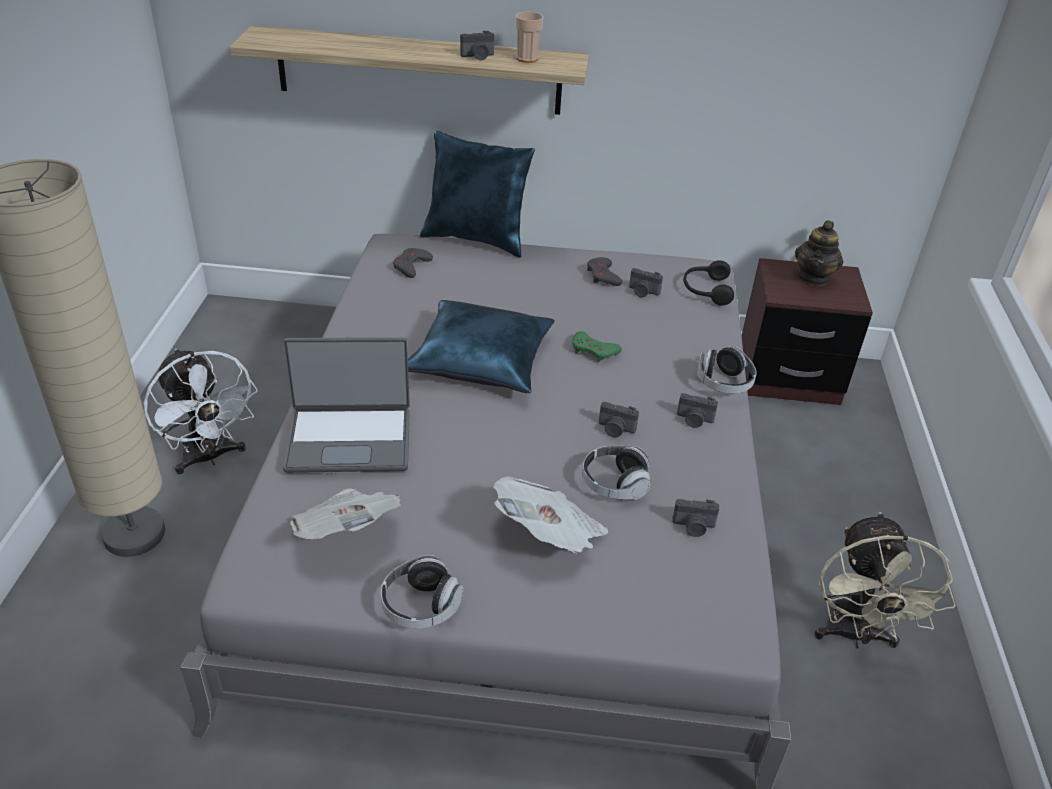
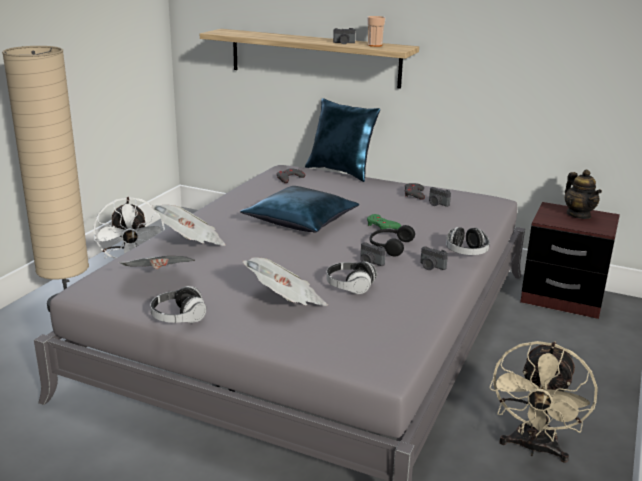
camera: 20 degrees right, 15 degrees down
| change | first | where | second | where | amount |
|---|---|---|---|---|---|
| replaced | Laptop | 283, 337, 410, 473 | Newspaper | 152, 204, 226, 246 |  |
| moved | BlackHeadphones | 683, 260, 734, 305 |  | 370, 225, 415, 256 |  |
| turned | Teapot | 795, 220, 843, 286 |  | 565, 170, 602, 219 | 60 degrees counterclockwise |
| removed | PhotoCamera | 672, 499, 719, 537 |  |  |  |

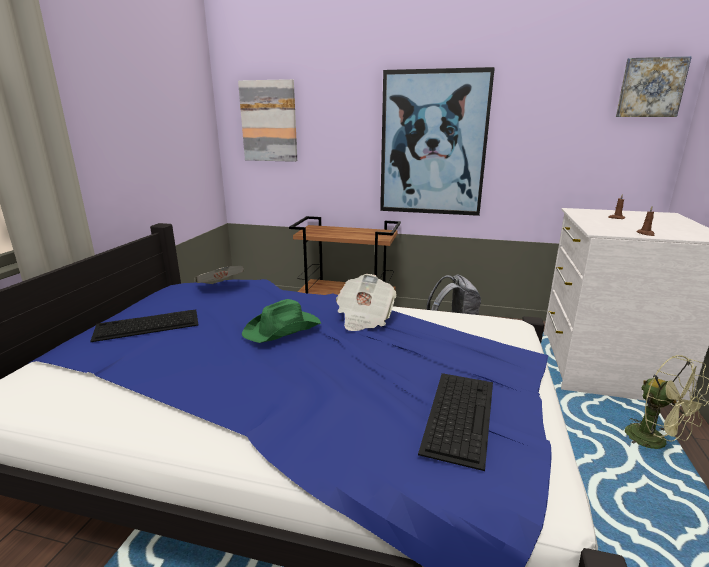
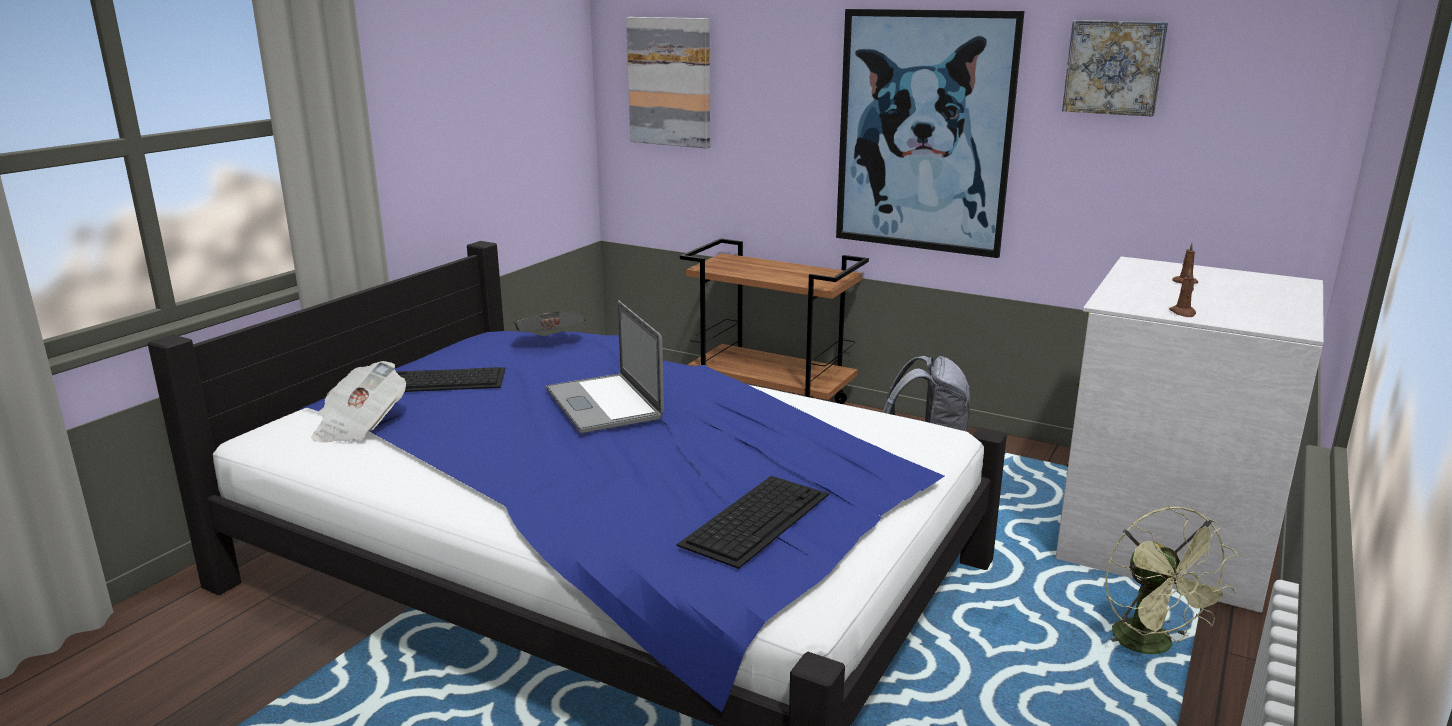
camera: 15 degrees right, 0 degrees up
| change | first | where | second | where | amount |
|---|---|---|---|---|---|
| moved | Newspaper | 336, 274, 397, 331 |  | 311, 361, 406, 443 |  |
| replaced | GreenHat | 242, 299, 321, 343 | Laptop | 546, 300, 664, 433 |  |
| moved | Picture | 616, 56, 692, 117 |  | 1062, 20, 1168, 117 |  |

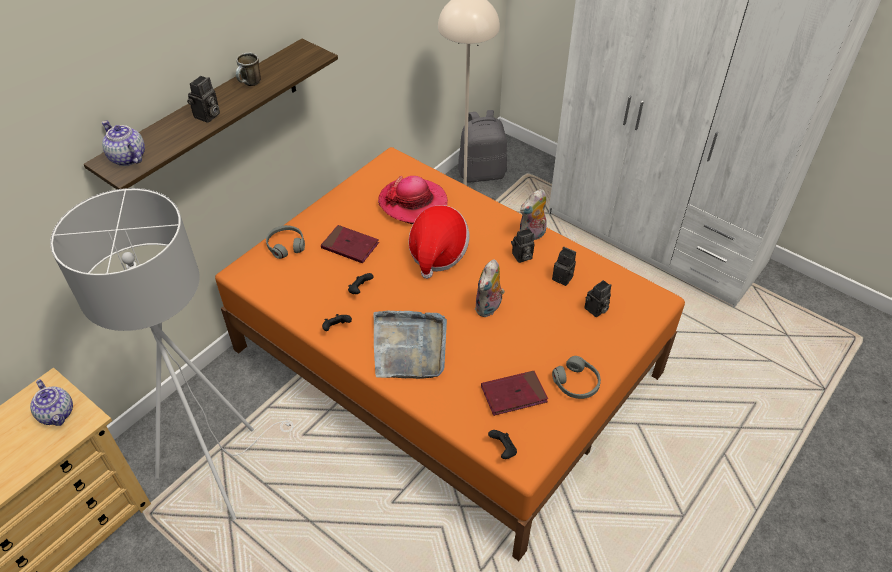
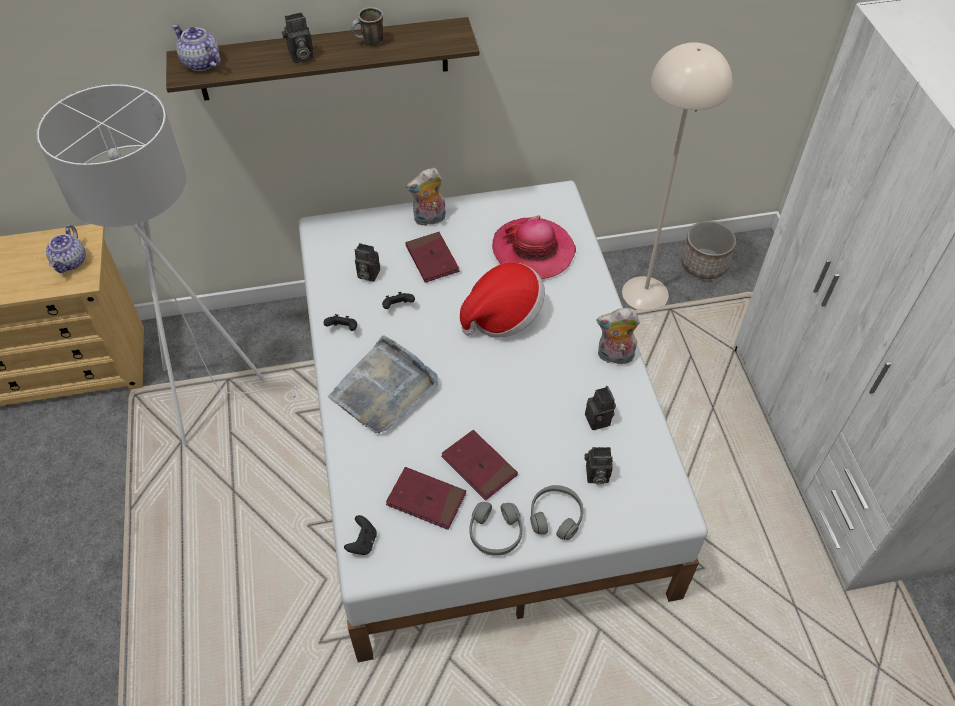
camera: 40 degrees right, 5 degrees up
| change | first | where | second | where | amount |
|---|---|---|---|---|---|
| turned | Teapot | 102, 121, 145, 166 |  | 172, 24, 221, 71 | 45 degrees counterclockwise |
| recoloured | OrangeBed | 215, 147, 685, 561 | WhiteBed | 298, 181, 708, 662 |  |
| moved | PhotoCamera | 511, 228, 534, 263 |  | 355, 243, 380, 282 |  |
| moved | PlushToy | 475, 260, 505, 317 |  | 406, 168, 446, 226 |  |
| added |  |  | RedBook | 441, 430, 518, 501 |  |
| moved | GreyHeadphones | 266, 225, 305, 259 |  | 530, 485, 583, 540 |  |
| replaced | GreyBackpack | 458, 110, 507, 183 | Planter | 681, 221, 736, 279 |  |

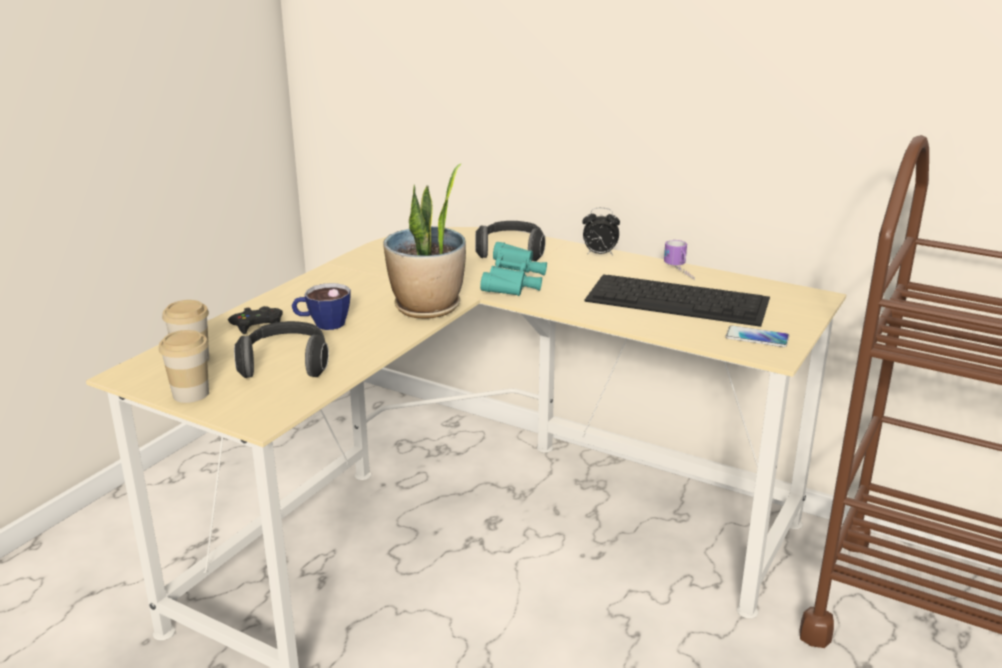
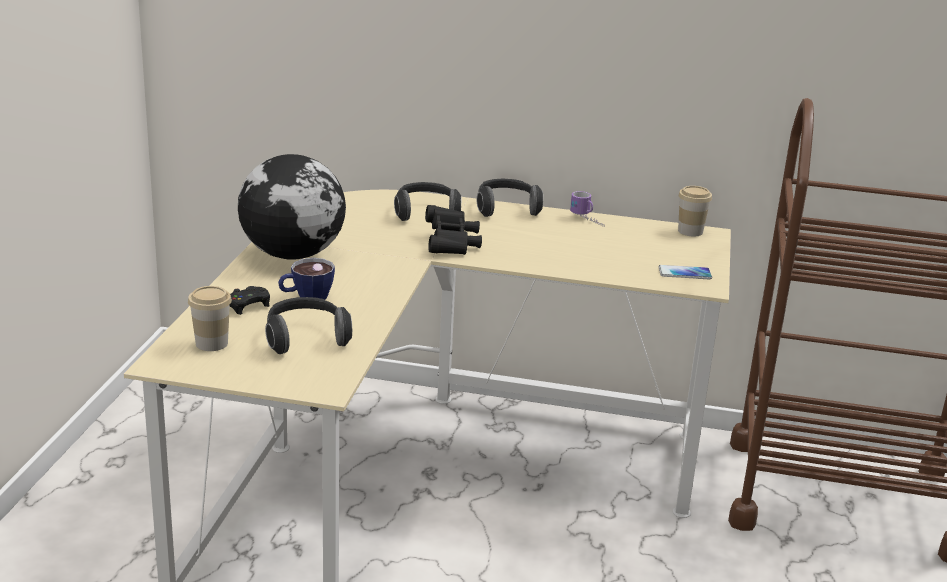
camera: 20 degrees left, 0 degrees up
| change | first | where | second | where | amount |
|---|---|---|---|---|---|
| added |  |  | Globe | 238, 154, 346, 260 |  |
| recoloured | TurquoiseBinoculars | 480, 242, 547, 296 | BlackBinoculars | 425, 205, 482, 255 |  |
| replaced | AlarmClock | 582, 208, 620, 255 | Headphones | 477, 179, 543, 217 |  |
| moved | Cup | 159, 330, 209, 403 |  | 678, 186, 712, 237 |  |
| removed | PottedPlant | 383, 163, 466, 319 |  |  |  |
| removed | Keyboard | 584, 275, 770, 327 |  |  |  |

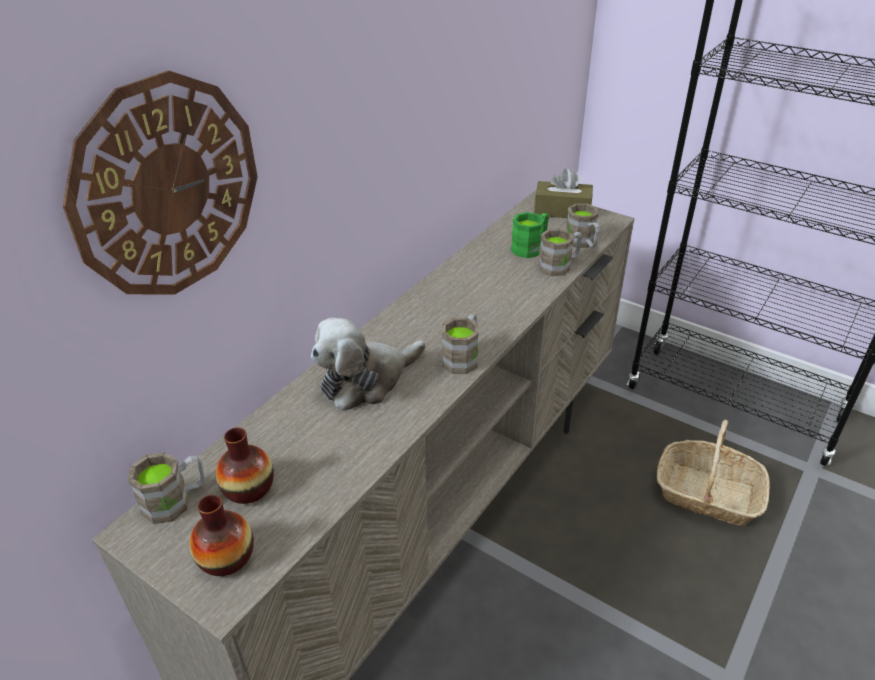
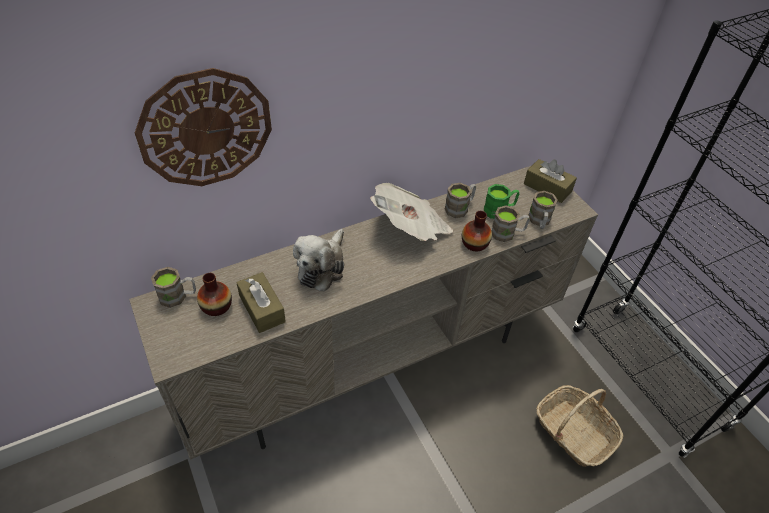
camera: 25 degrees right, 10 degrees up
| change | first | where | second | where | amount |
|---|---|---|---|---|---|
| added |  |  | BrownTissueBox | 236, 272, 286, 333 |  |
| turned | PlushToy | 311, 318, 426, 411 |  | 293, 229, 344, 292 | 60 degrees counterclockwise |
| added |  |  | Newspaper | 370, 183, 453, 241 |  |
| moved | BrownMug | 442, 314, 479, 374 |  | 445, 183, 476, 218 |  |
| moved | Vase | 189, 495, 254, 576 |  | 462, 211, 492, 251 |  |

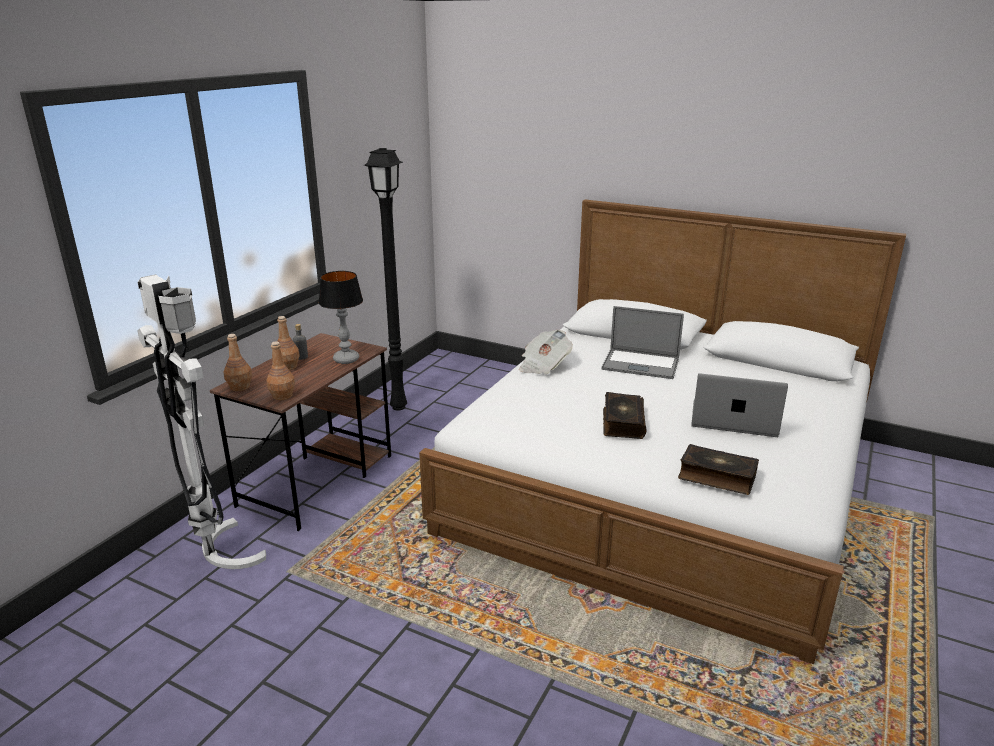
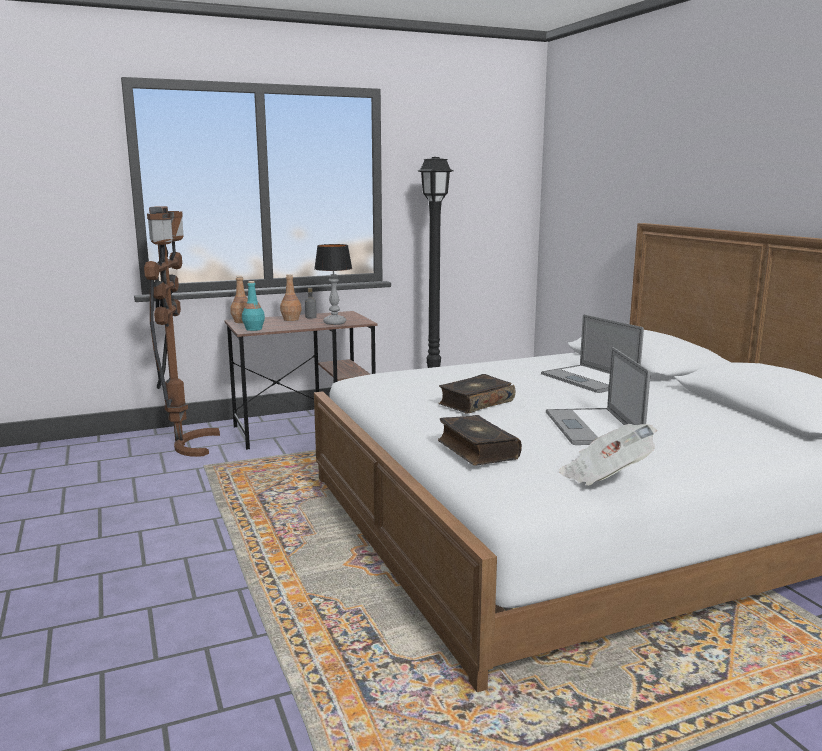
camera: 40 degrees right, 10 degrees down
| change | first | where | second | where | amount |
|---|---|---|---|---|---|
| recoloured | WhiteFloorLamp | 137, 274, 266, 569 | BrownFloorLamp | 144, 206, 220, 457 |  |
| recoloured | BrownBottle | 266, 341, 295, 400 | TurquoiseBottle | 242, 281, 265, 331 |  |
| turned | Laptop | 691, 373, 788, 437 |  | 546, 347, 650, 445 | 150 degrees counterclockwise |
| moved | Newspaper | 519, 330, 573, 375 |  | 559, 424, 657, 485 |  |

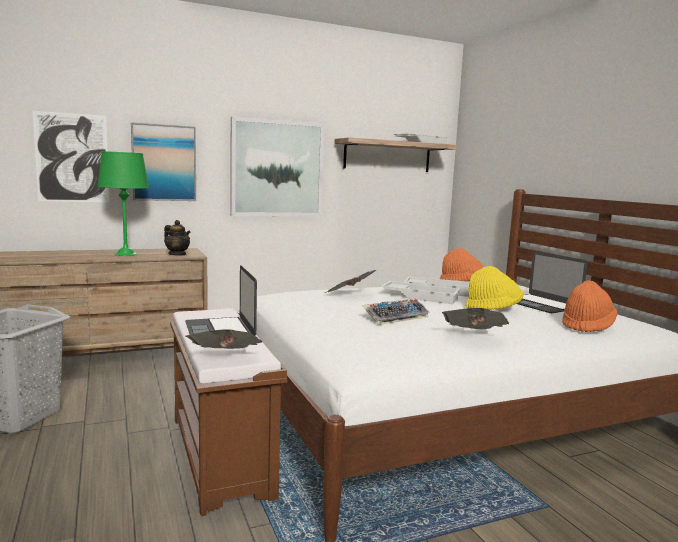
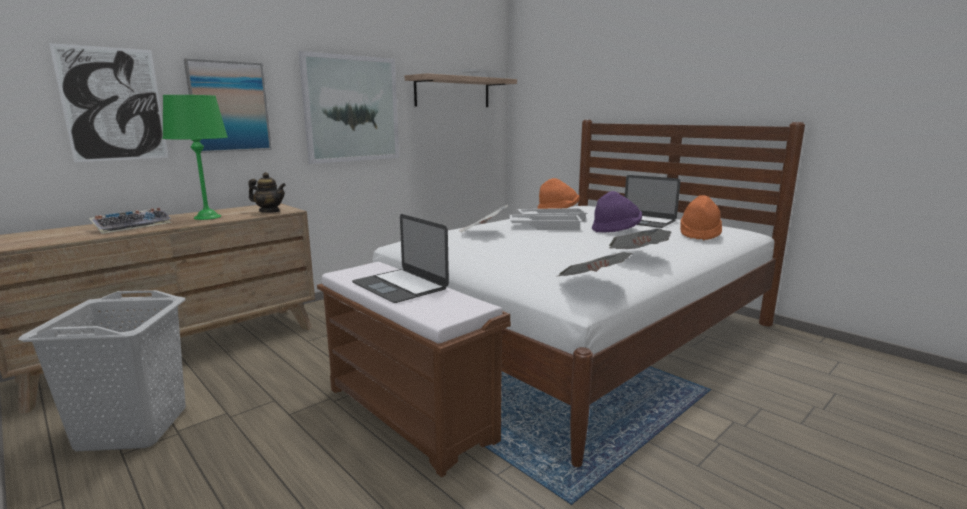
camera: 20 degrees left, 5 degrees up
| change | first | where | second | where | amount |
|---|---|---|---|---|---|
| moved | Keyboard | 362, 299, 430, 325 |  | 89, 207, 172, 234 |  |
| moved | Newspaper | 186, 329, 262, 349 |  | 558, 252, 633, 276 |  |
| recoloured | YellowHat | 465, 266, 524, 310 | PurpleHat | 592, 191, 642, 232 |  |

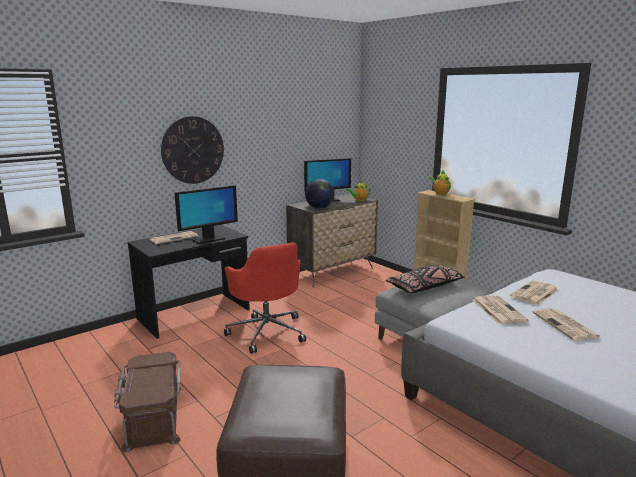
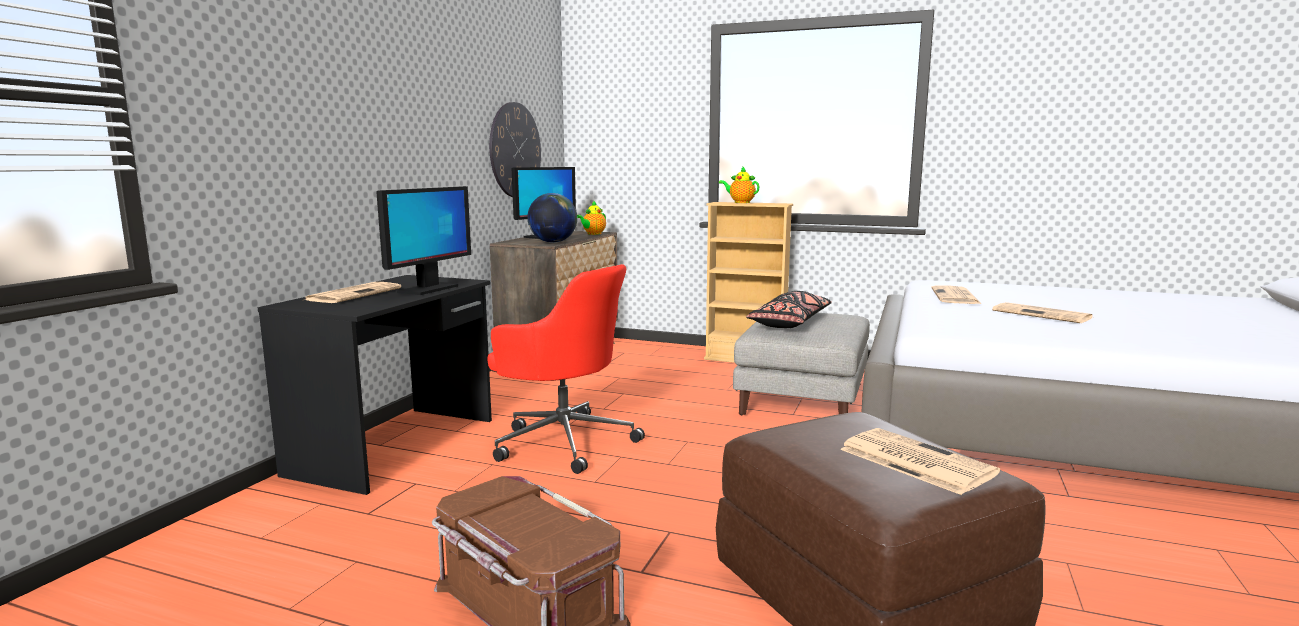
camera: 30 degrees left, 5 degrees down
| change | first | where | second | where | amount |
|---|---|---|---|---|---|
| moved | WallClock | 161, 116, 224, 184 |  | 489, 102, 541, 197 |  |
| moved | Newspaper | 473, 295, 528, 325 |  | 840, 428, 1000, 495 |  |

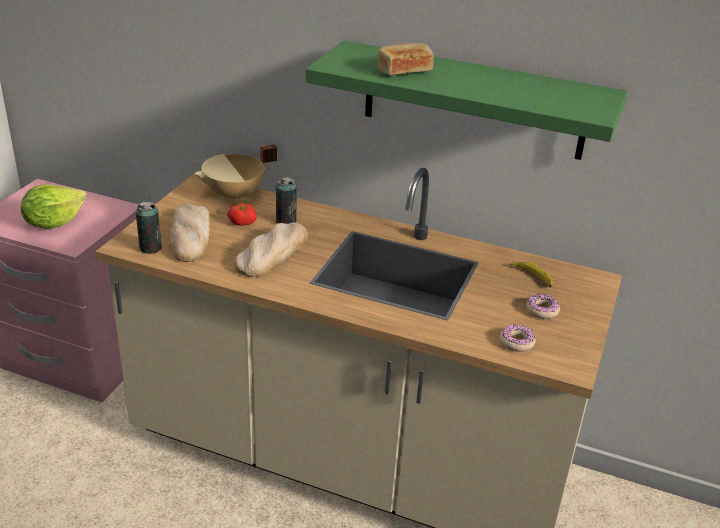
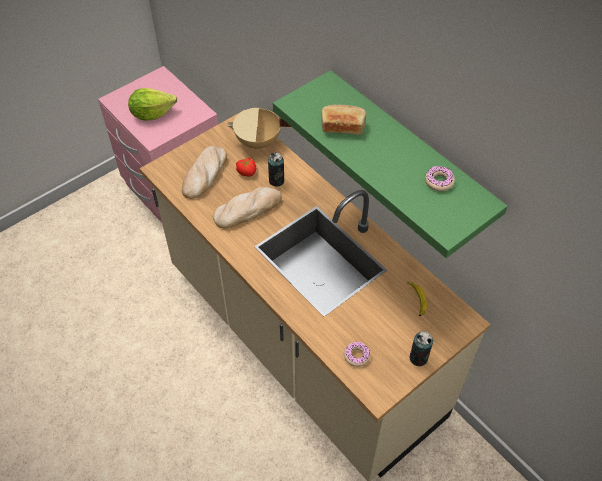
camera: 30 degrees right, 20 degrees up
| change | first | where | second | where | amount |
|---|---|---|---|---|---|
| moved | Can | 136, 202, 162, 254 |  | 410, 331, 433, 366 |  |
| moved | Donut | 526, 294, 560, 319 |  | 425, 166, 455, 191 |  |

